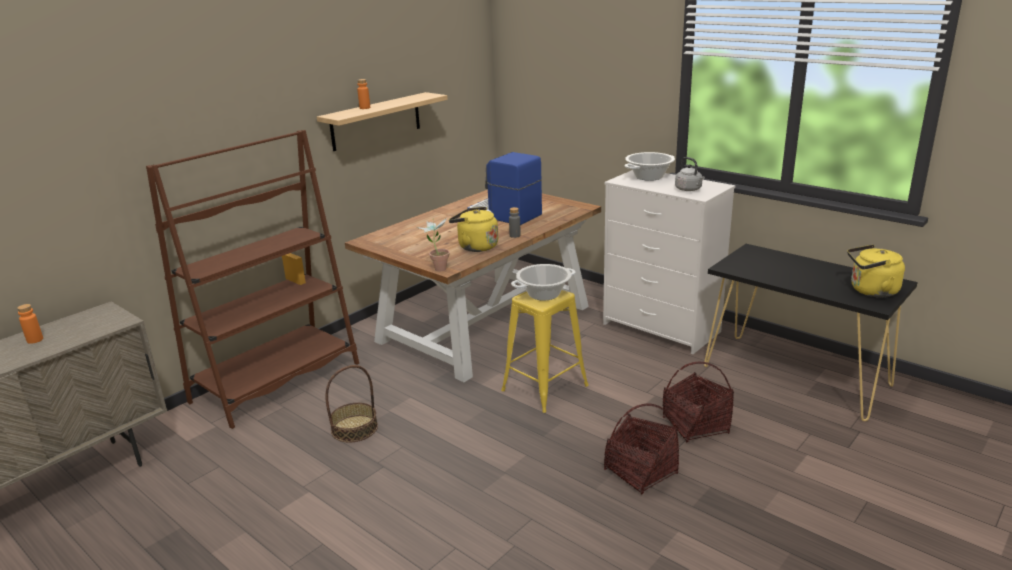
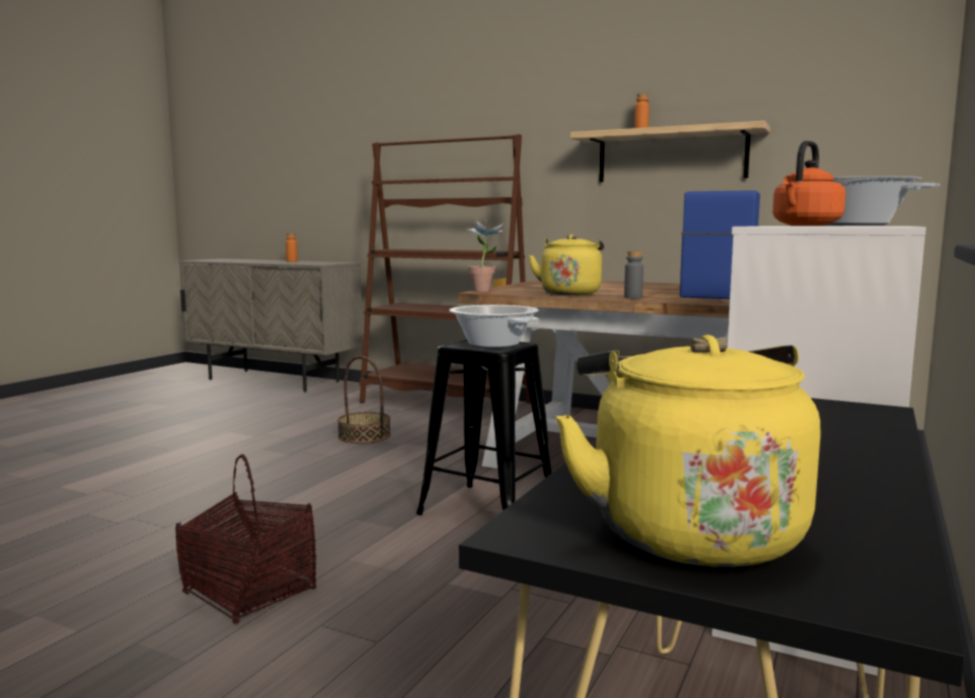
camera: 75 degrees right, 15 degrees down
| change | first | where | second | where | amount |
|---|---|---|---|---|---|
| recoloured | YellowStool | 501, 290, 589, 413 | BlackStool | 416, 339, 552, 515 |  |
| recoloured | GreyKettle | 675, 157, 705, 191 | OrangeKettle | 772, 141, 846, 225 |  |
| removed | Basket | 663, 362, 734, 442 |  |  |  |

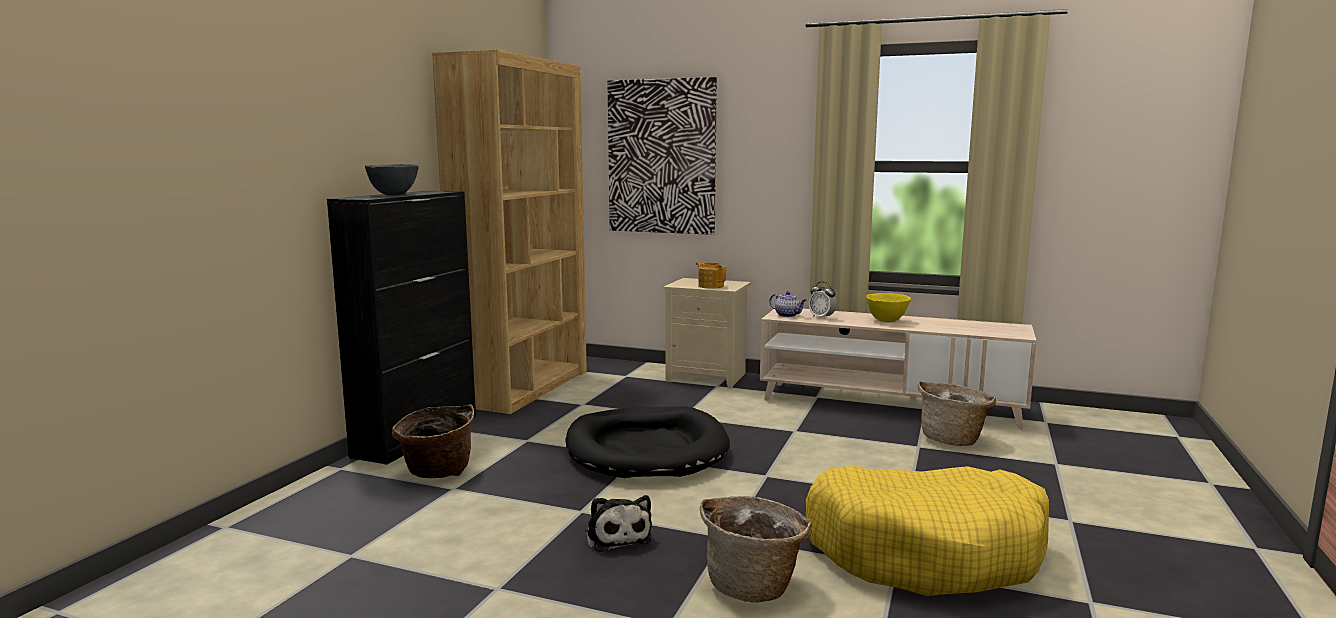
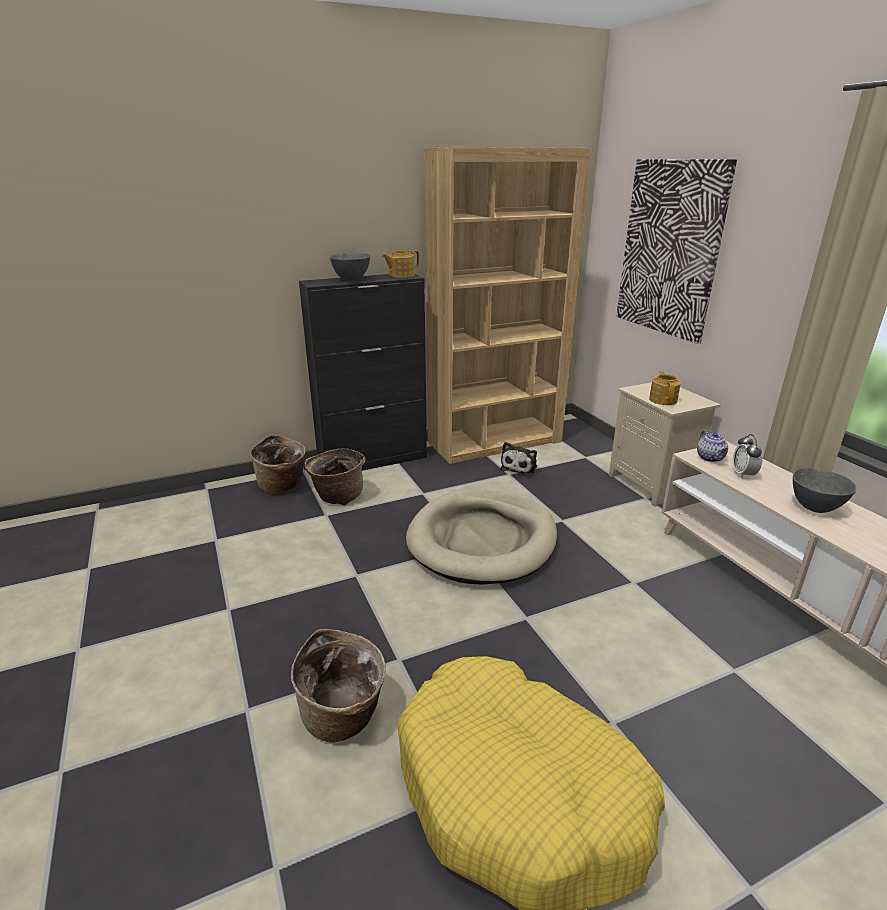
camera: 45 degrees right, 15 degrees up
| change | first | where | second | where | amount |
|---|---|---|---|---|---|
| moved | Basket | 917, 381, 996, 446 |  | 250, 435, 306, 493 |  |
| added |  |  | Teapot | 382, 250, 419, 278 |  |
| recoloured | BlackDogBed | 565, 406, 730, 478 | BeigeDogBed | 406, 489, 557, 584 |  |
| moved | PlushToy | 586, 495, 652, 552 |  | 500, 442, 537, 476 |  |
| recoloured | YellowBowl | 866, 293, 911, 323 | GreyBowl | 793, 468, 856, 513 |  |

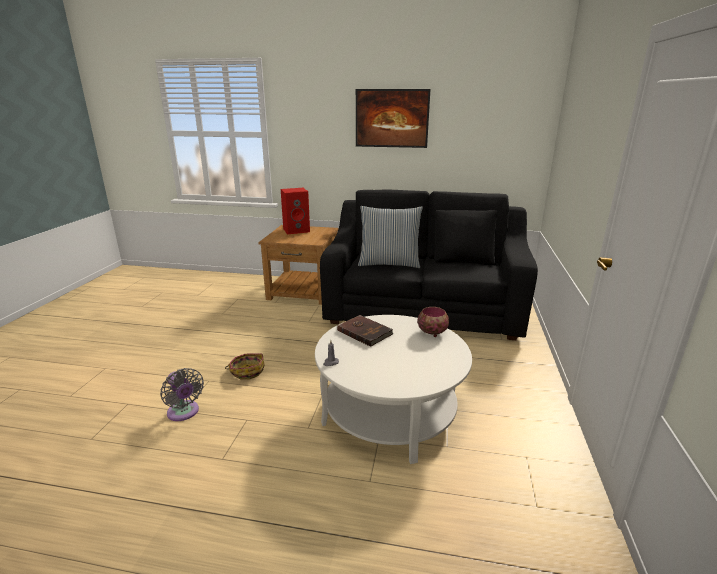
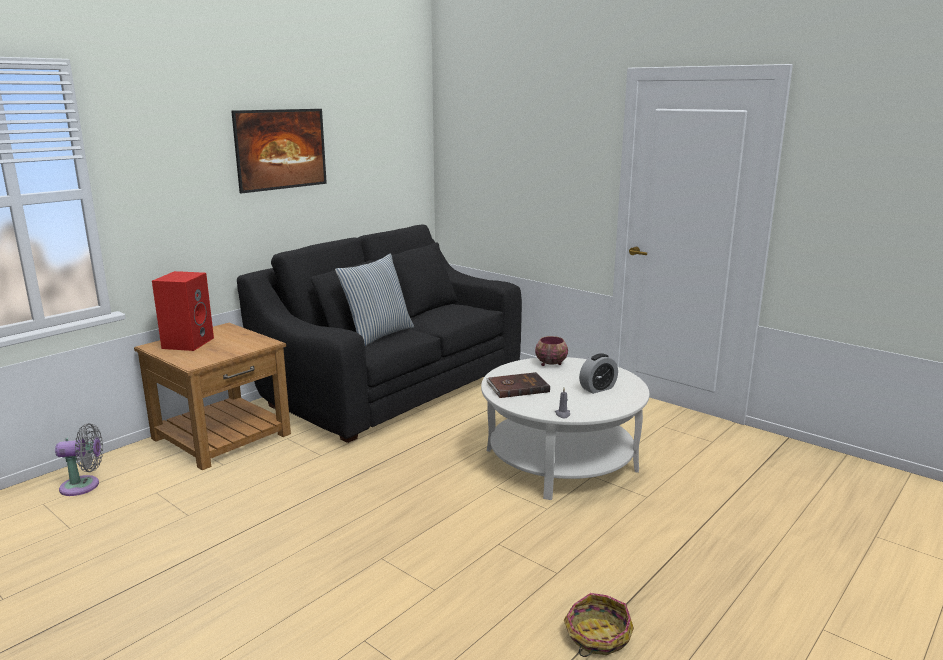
camera: 60 degrees left, 5 degrees down
| change | first | where | second | where | amount |
|---|---|---|---|---|---|
| moved | GreyFan | 160, 368, 204, 421 |  | 55, 423, 103, 496 |  |
| moved | Basket | 225, 353, 265, 380 |  | 564, 593, 634, 657 |  |
| added |  |  | AlarmClock | 579, 353, 618, 394 |  |

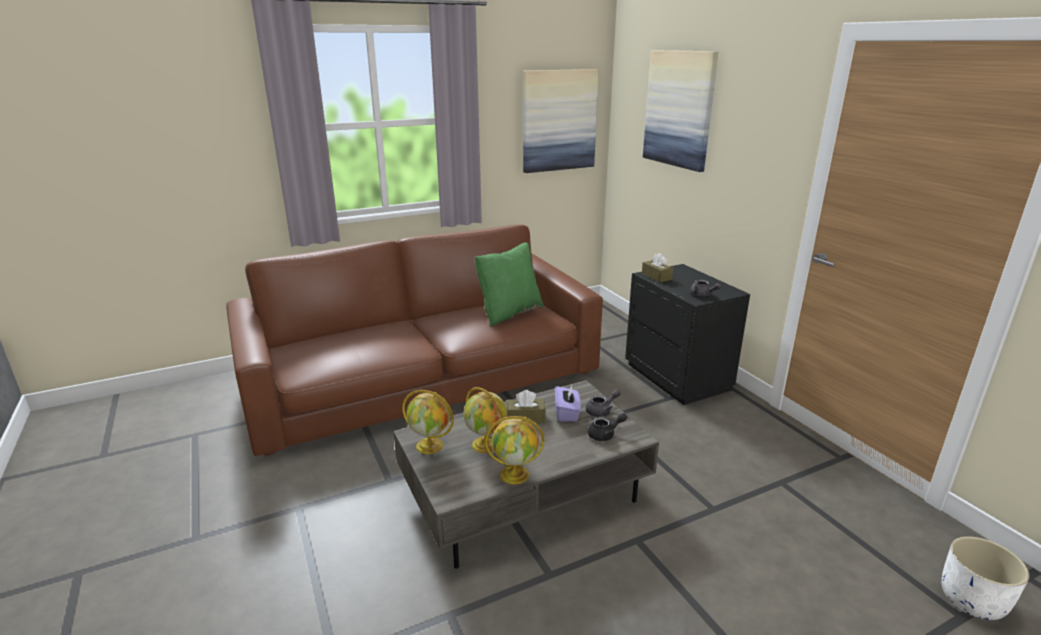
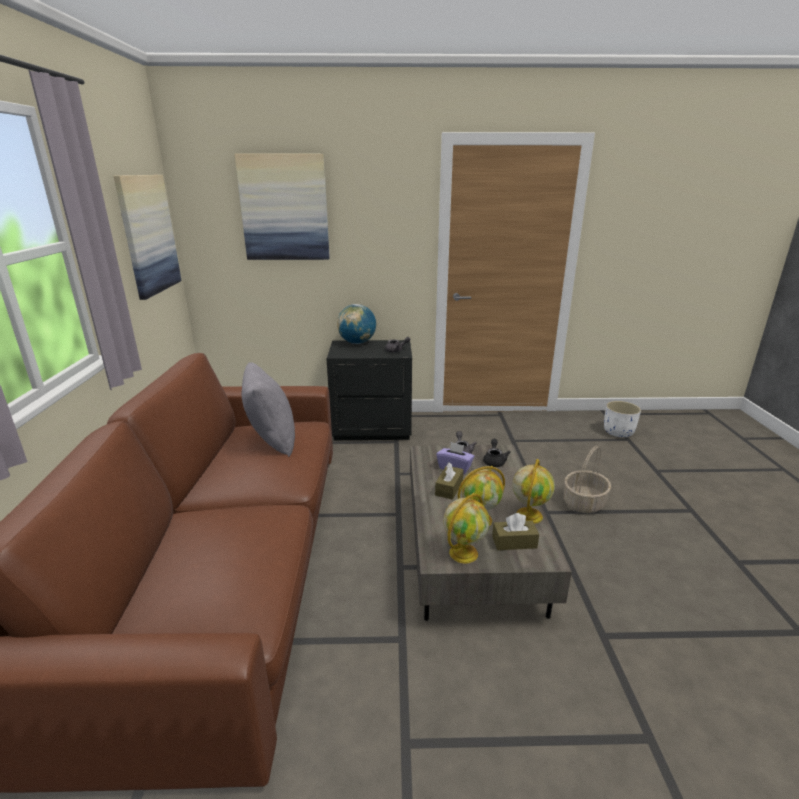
camera: 65 degrees left, 0 degrees up
| change | first | where | second | where | amount |
|---|---|---|---|---|---|
| recoloured | GreenPillow | 475, 242, 544, 327 | GreyPillow | 242, 362, 295, 457 |  |
| added |  |  | Globe | 337, 304, 376, 344 |  |
| moved | BrownTissueBox | 642, 253, 673, 283 |  | 492, 513, 539, 550 |  |
| added |  |  | Basket | 564, 446, 611, 513 |  |

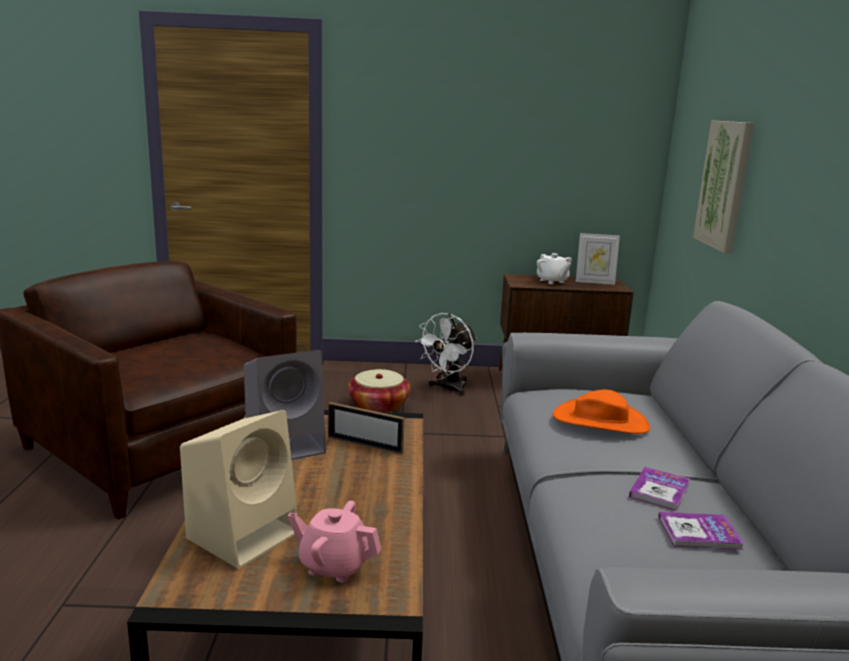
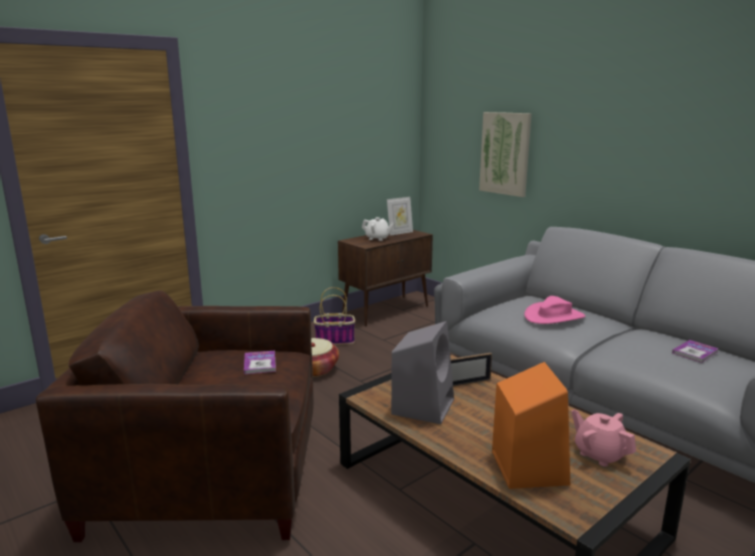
camera: 40 degrees left, 0 degrees up
| change | first | where | second | where | amount |
|---|---|---|---|---|---|
| moved | Book | 629, 467, 690, 511 |  | 244, 351, 276, 374 |  |
| replaced | WhiteFan | 415, 313, 476, 396 | Basket | 314, 287, 355, 345 |  |
| recoloured | BeigeSpeaker | 180, 410, 298, 569 | OrangeSpeaker | 492, 362, 570, 489 |  |
| recoloured | OrangeHat | 552, 390, 650, 434 | PinkHat | 524, 296, 585, 324 |  |
| turned | PinkTeapot | 288, 501, 381, 582 |  | 571, 410, 636, 466 | 75 degrees clockwise |

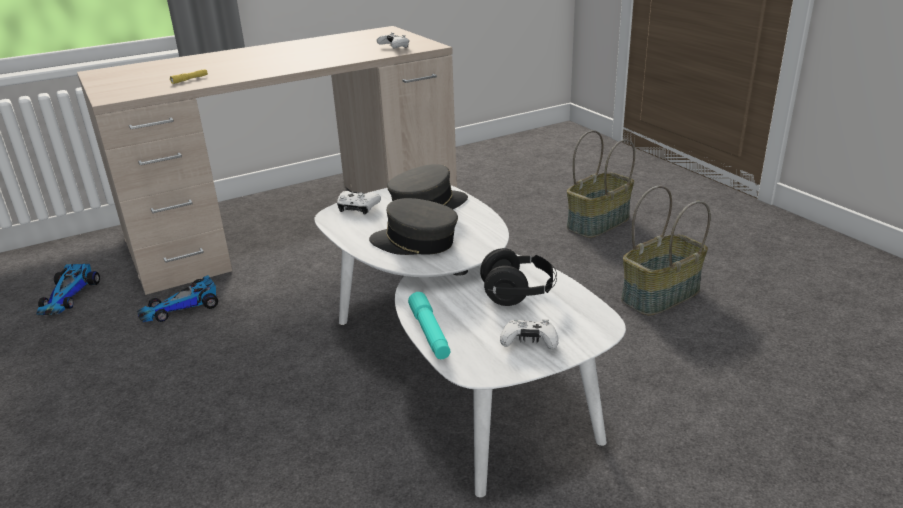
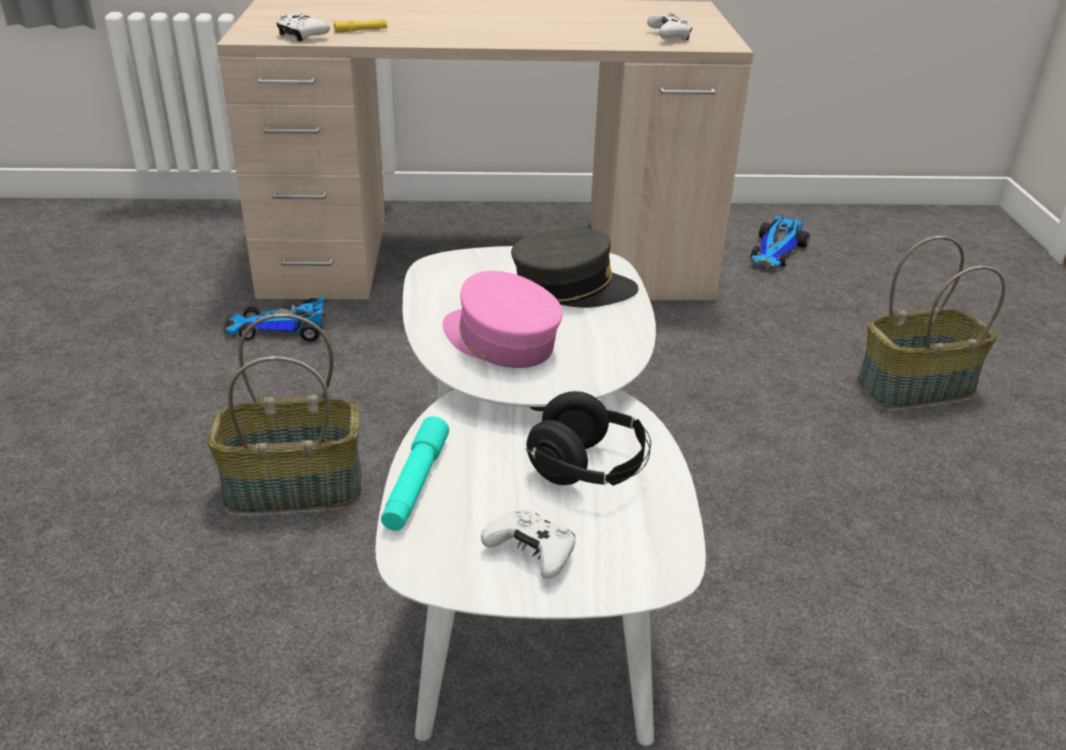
camera: 25 degrees right, 5 degrees up
| change | first | where | second | where | amount |
|---|---|---|---|---|---|
| moved | Basket | 621, 186, 711, 316 |  | 208, 314, 361, 513 |  |
| moved | WhiteGameController | 337, 191, 381, 215 |  | 276, 13, 330, 41 |  |
| recoloured | GreyCap | 369, 198, 458, 255 | PinkCap | 443, 271, 563, 368 |  |
| moved | ToyCar | 36, 264, 100, 315 |  | 751, 216, 810, 269 |  |

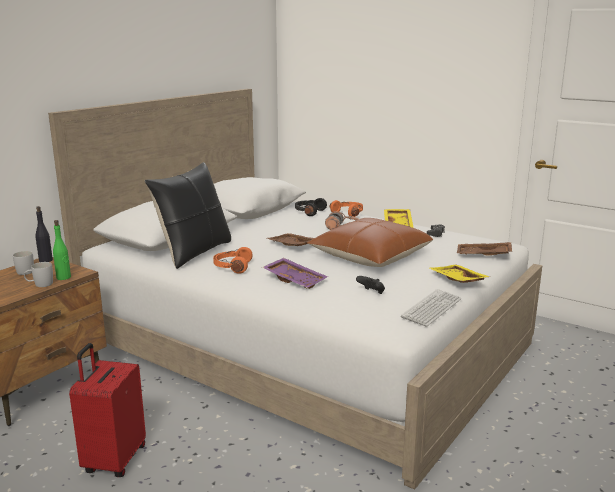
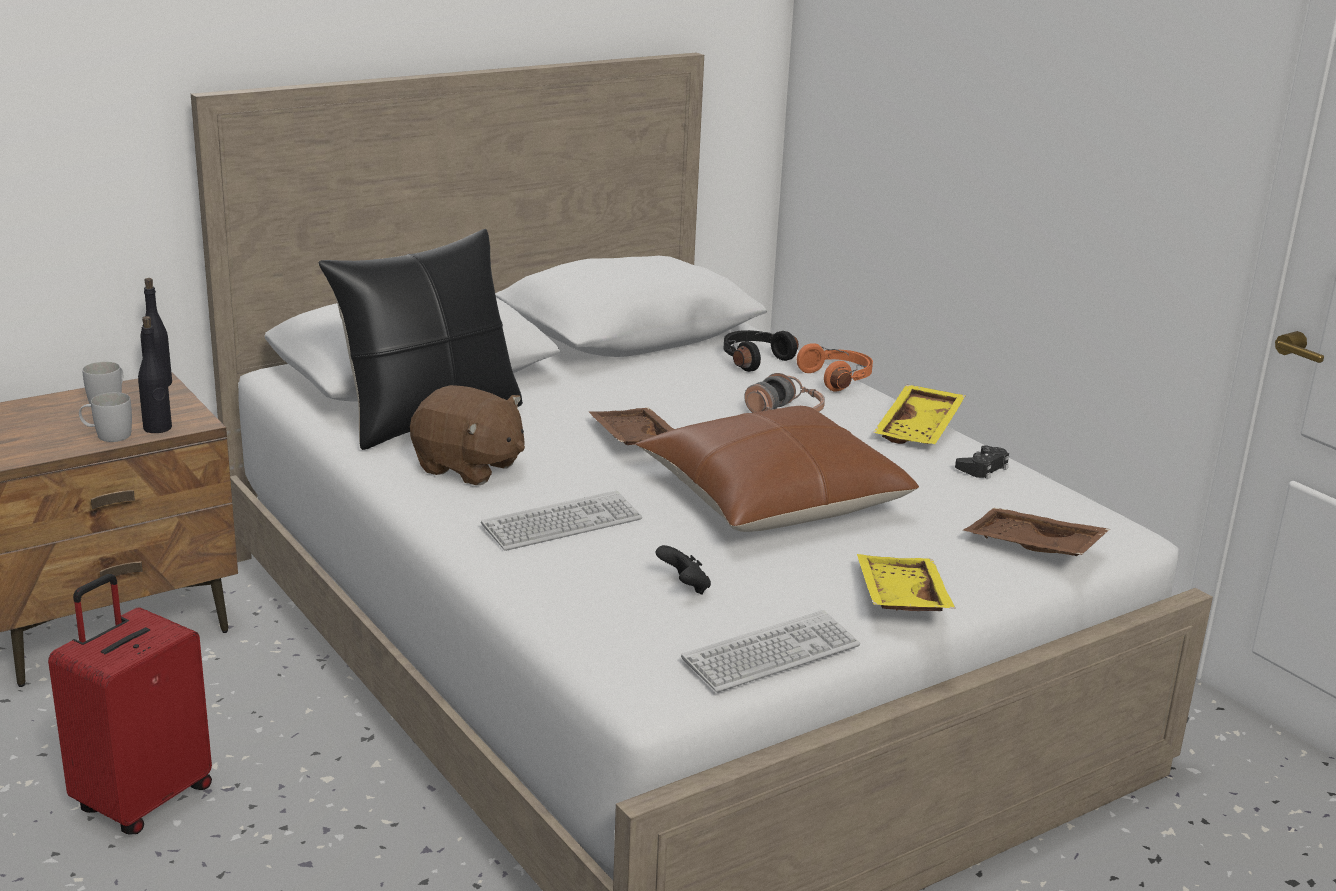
camera: 20 degrees right, 5 degrees up
| change | first | where | second | where | amount |
|---|---|---|---|---|---|
| recoloured | GreenBottle | 53, 220, 71, 280 | BlackBottle | 138, 316, 172, 433 |  |
| replaced | OrangeHeadphones | 213, 247, 253, 273 | BrownPlushToy | 410, 385, 525, 485 |  |
| replaced | PurpleTray | 262, 258, 328, 289 | Keyboard | 481, 491, 642, 551 |  |

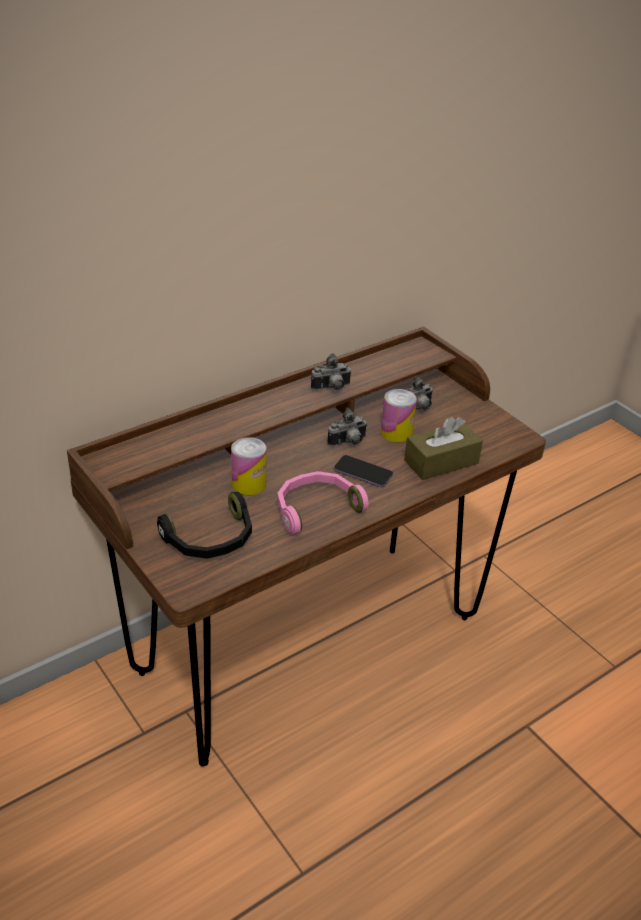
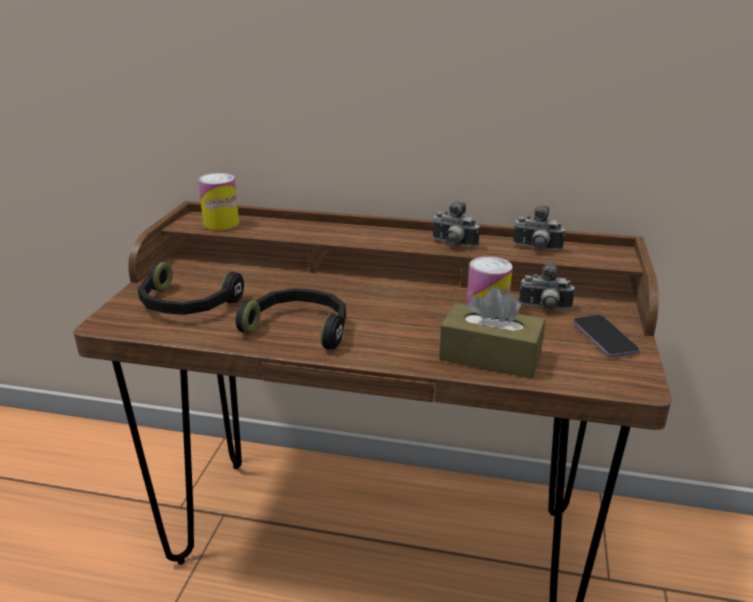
camera: 50 degrees right, 10 degrees down
| change | first | where | second | where | amount |
|---|---|---|---|---|---|
| moved | Can | 231, 437, 267, 495 |  | 198, 173, 239, 230 |  |
| recoloured | PinkHeadphones | 277, 471, 368, 535 | BlackHeadphones | 236, 288, 346, 349 |  |
| moved | PhotoCamera | 327, 408, 368, 446 |  | 513, 205, 565, 251 |  |
| moved | Phone | 334, 455, 393, 487 |  | 573, 315, 640, 357 |  |

